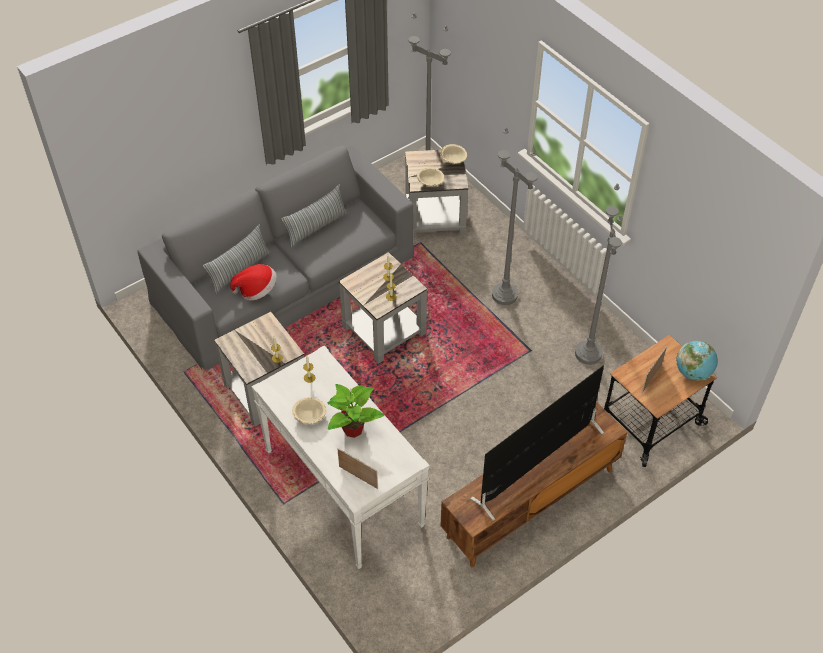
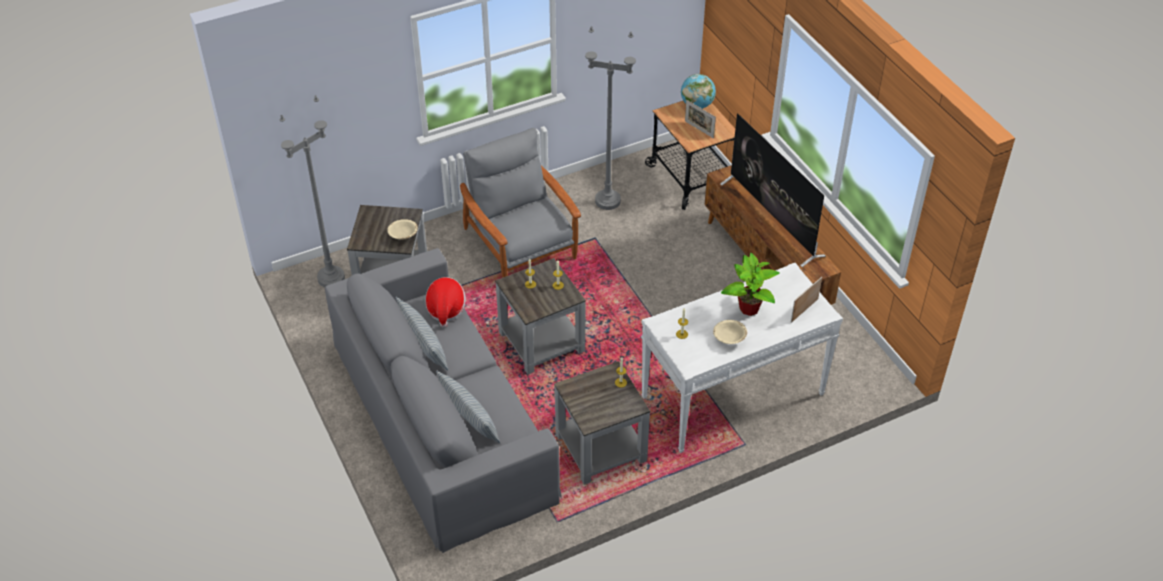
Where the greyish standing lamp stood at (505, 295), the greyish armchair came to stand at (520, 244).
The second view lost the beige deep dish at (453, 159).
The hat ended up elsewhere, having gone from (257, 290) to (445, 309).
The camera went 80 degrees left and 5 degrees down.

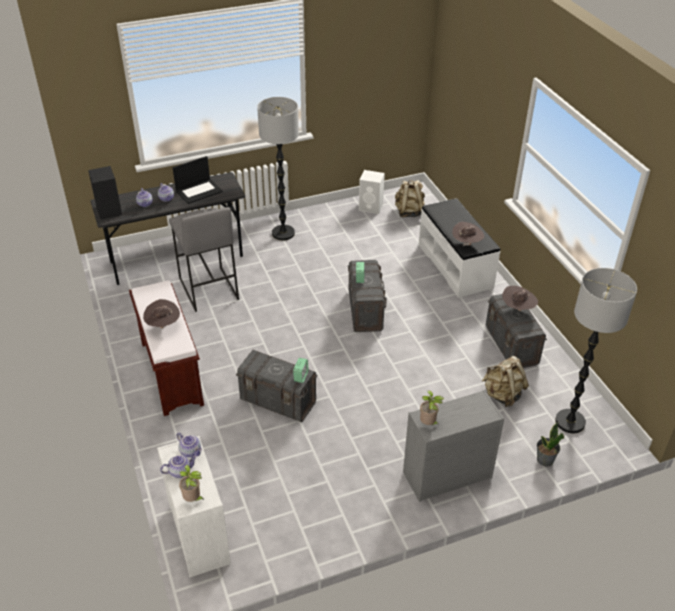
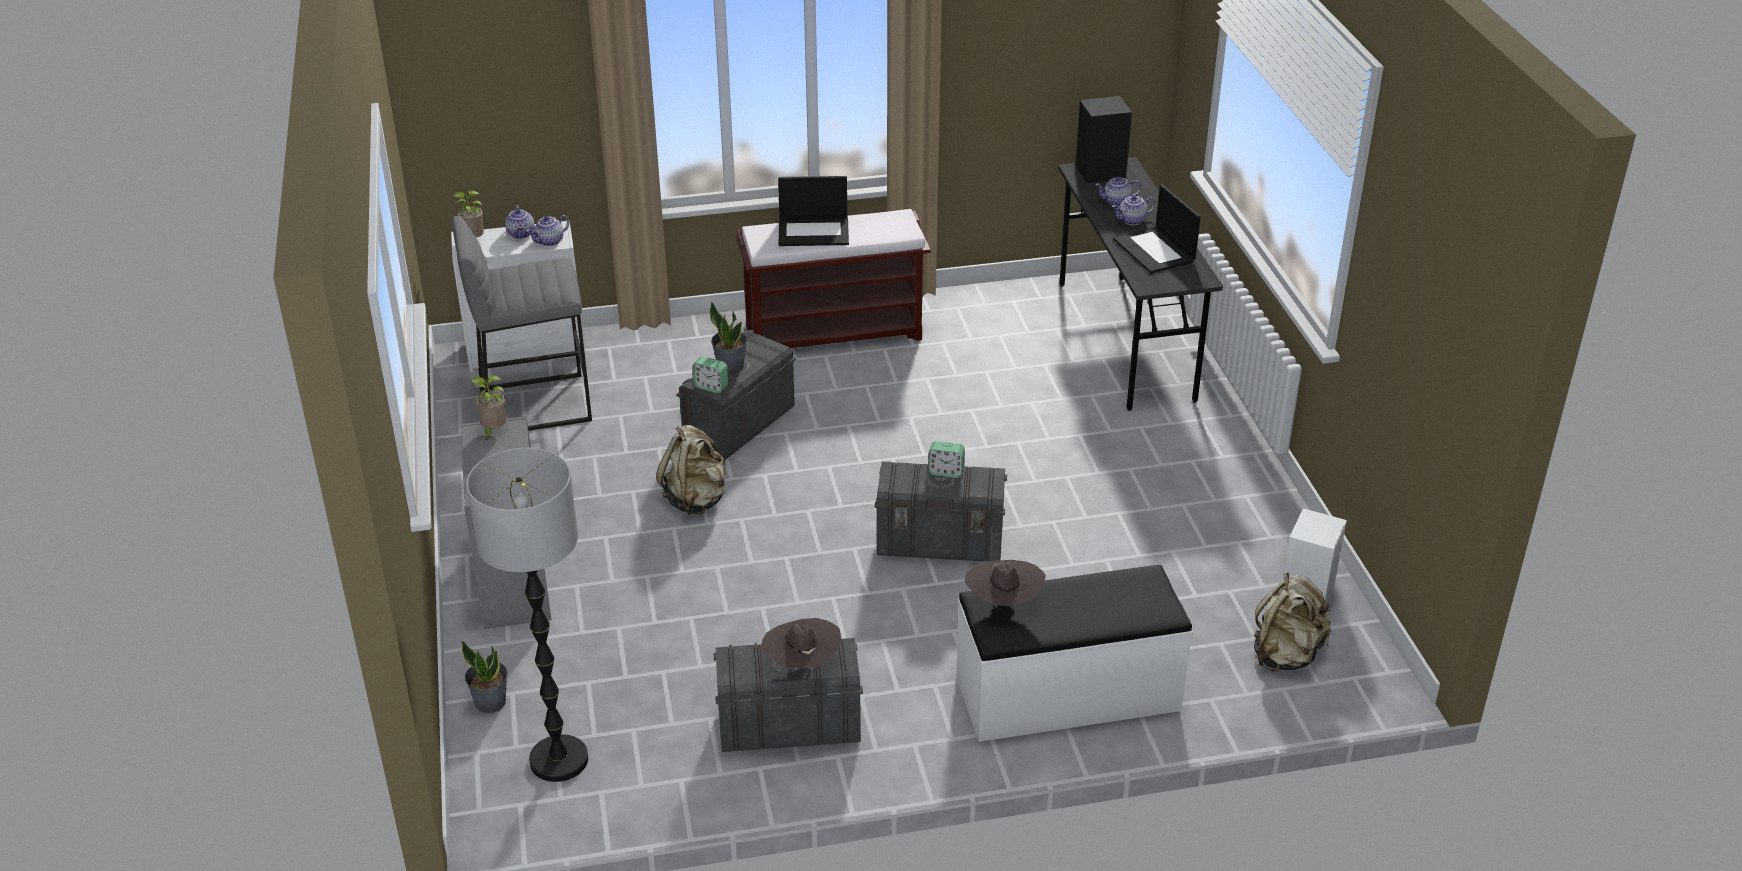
The second view lost the standing lamp at (283, 233).
The greyish stool seat ended up elsewhere, having gone from (208, 289) to (535, 404).
Where the brown hat stood at (163, 325), the portable computer came to stand at (814, 232).
The beige knapsack ended up elsewhere, having gone from (502, 395) to (696, 499).
The second view gained the potted plant at (730, 367).
The camera went 100 degrees right and 5 degrees down.

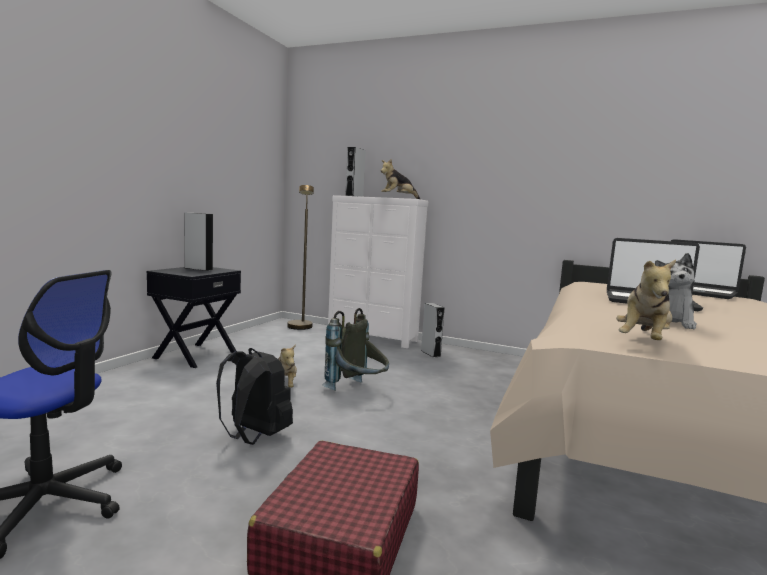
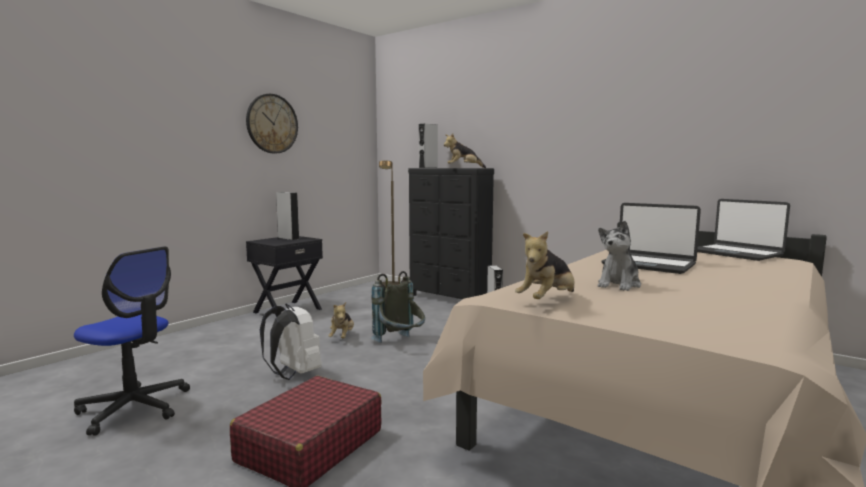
What was the white dresser at (372, 338) turned into the black-coloured dresser at (449, 298).
What was the black-coloured knapsack at (254, 436) turned into the white knapsack at (294, 374).
The second view gained the hanging clock at (272, 124).
The camera went 15 degrees right and 0 degrees up.

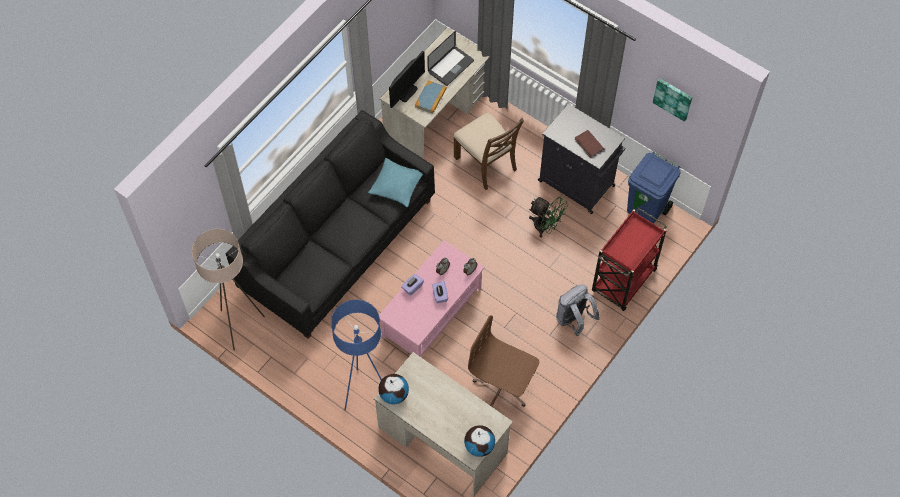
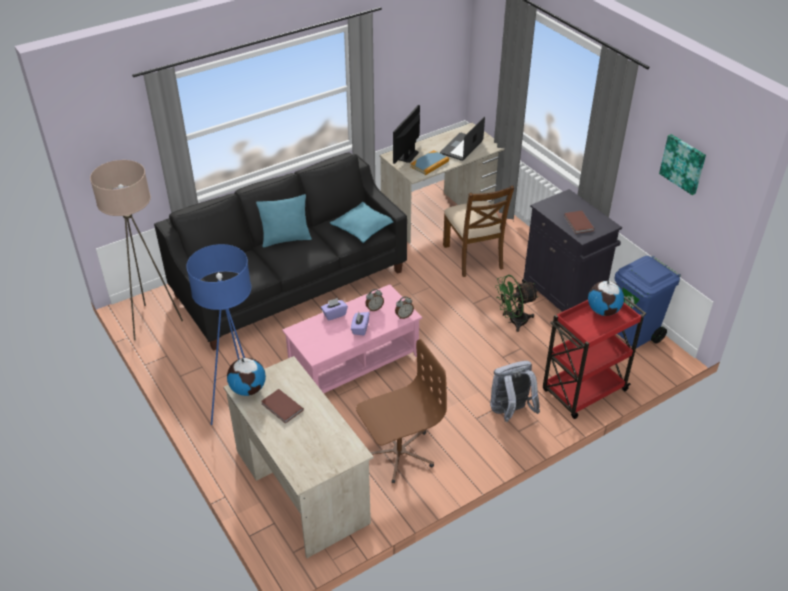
The portable computer at (450, 66) ended up facing another way, 150 degrees clockwise from before.
The computer screen at (406, 92) ended up facing another way, 150 degrees clockwise from before.
The greenish cooling fan at (545, 227) ended up facing another way, 105 degrees clockwise from before.
The brown computer chair at (502, 386) ended up facing another way, 105 degrees clockwise from before.
The world globe ended up elsewhere, having gone from (479, 446) to (603, 311).
The second view gained the turquoise-coloured cushion at (286, 239).
The second view gained the brown bound book at (282, 408).
The camera went 20 degrees right and 20 degrees down.

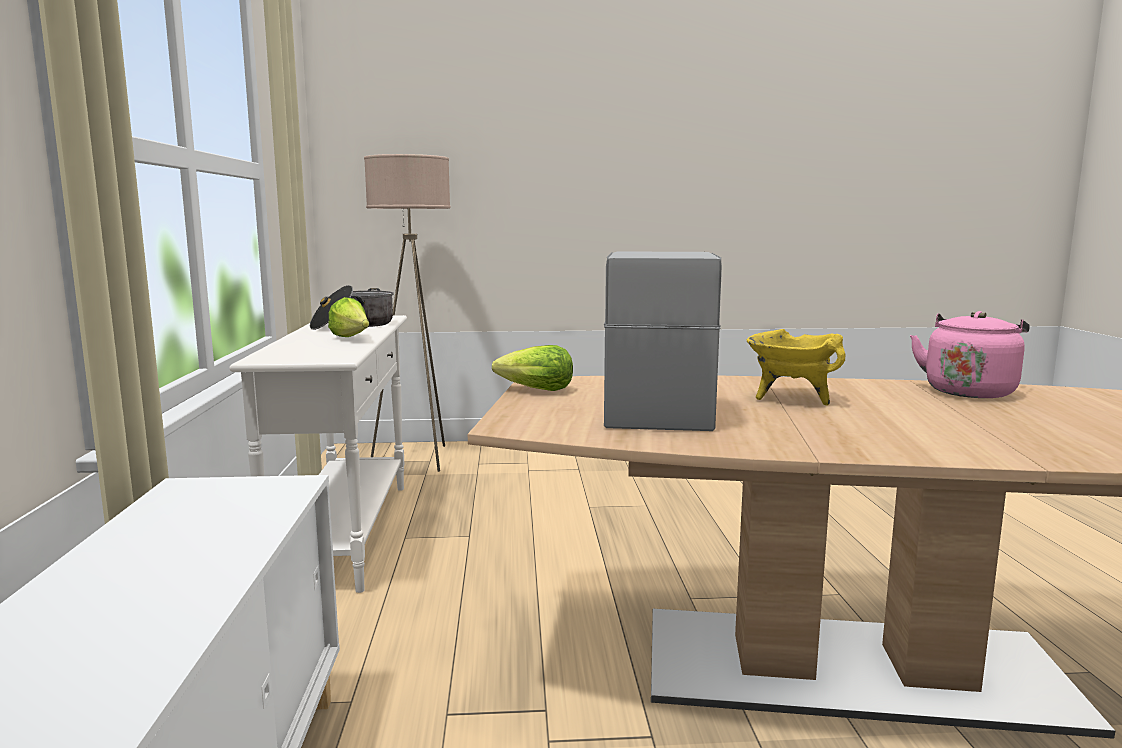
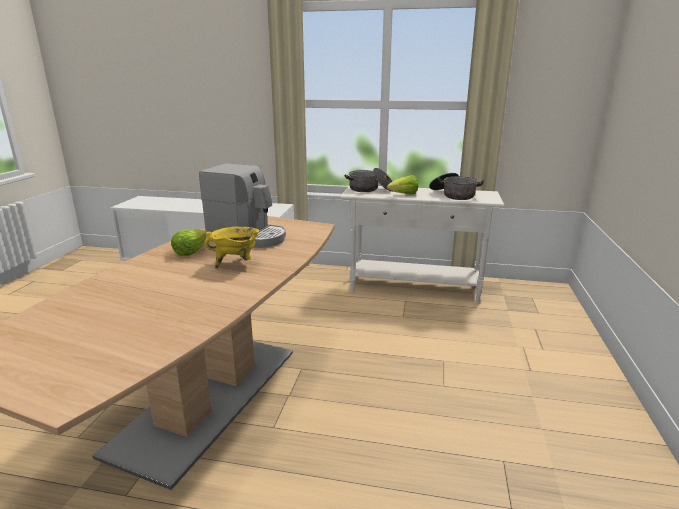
The second view lost the beige standing lamp at (418, 458).
The second view lost the pinkish tea kettle at (969, 391).
The lettuce ended up elsewhere, having gone from (535, 390) to (191, 252).
The second view gained the saucepot at (370, 189).
The camera went 105 degrees right and 10 degrees up.

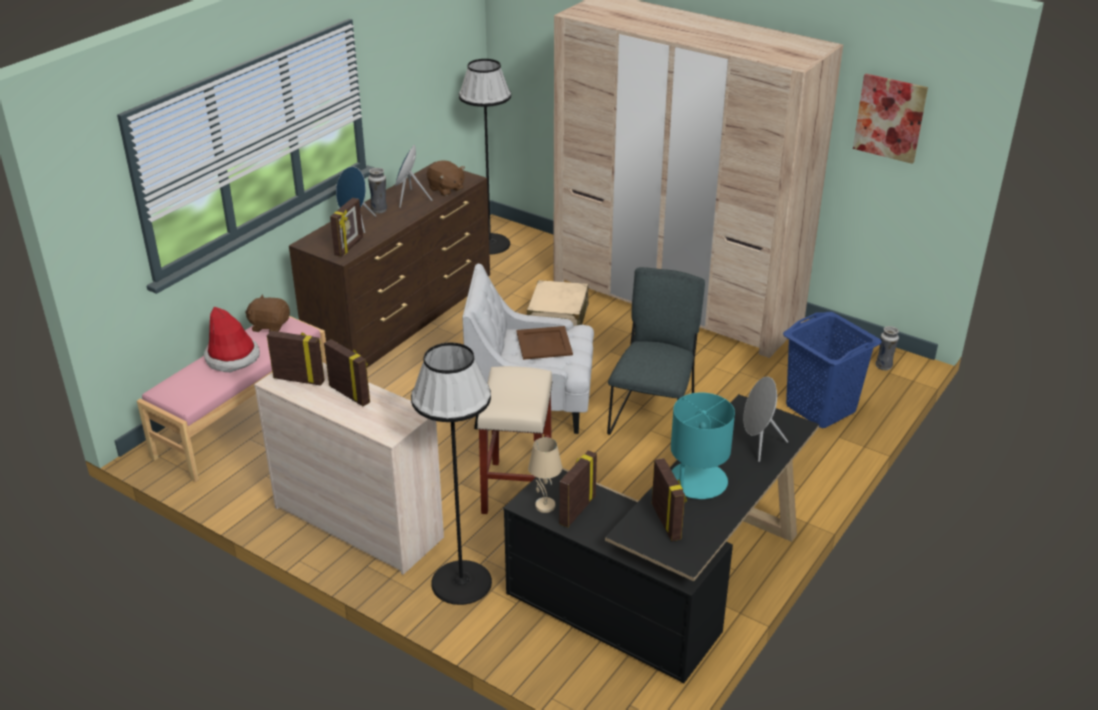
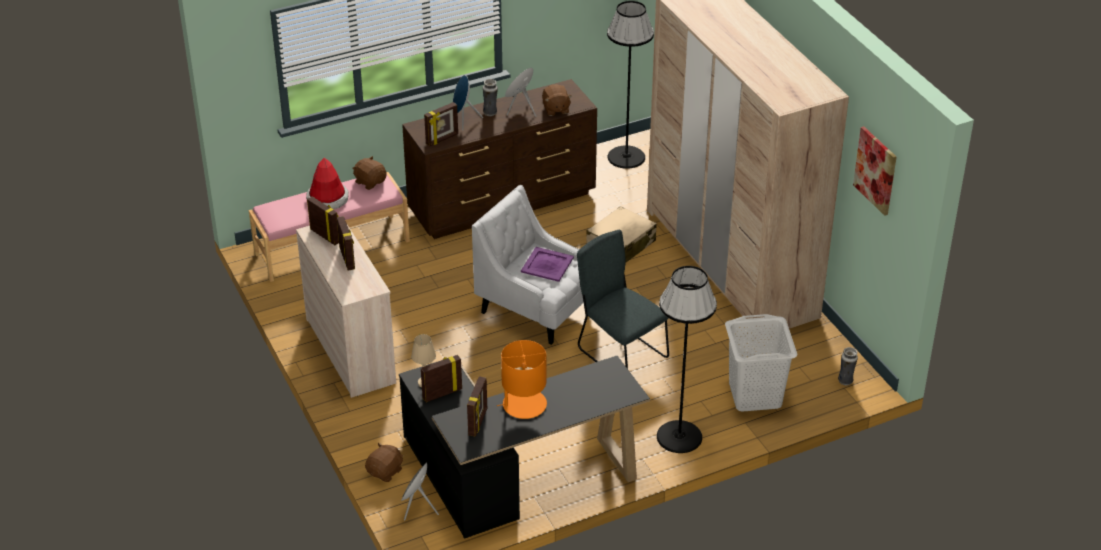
The greyish plain chair at (653, 415) ended up facing another way, 90 degrees counterclockwise from before.
What was the bluish laundry basket at (820, 408) turned into the white laundry basket at (755, 395).
What was the brown carrying tray at (544, 343) turned into the purplish carrying tray at (547, 264).
The black-coloured standing lamp ended up elsewhere, having gone from (462, 582) to (679, 437).
The second view lost the beige stool seat at (516, 488).
The greyish loudspeaker ended up elsewhere, having gone from (758, 444) to (418, 508).
What was the turquoise-coloured tabletop lamp at (697, 482) turned into the orange tabletop lamp at (524, 404).
The second view gained the brown soft toy at (385, 472).
The camera went 30 degrees right and 5 degrees up.

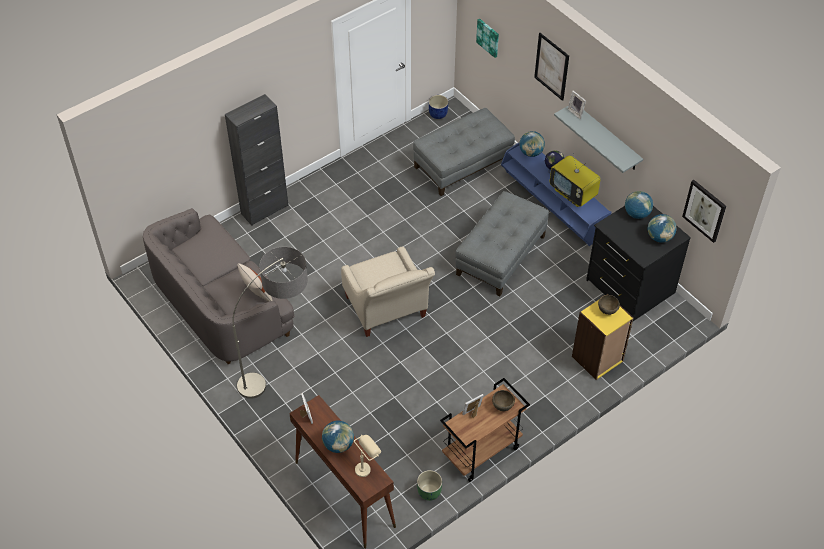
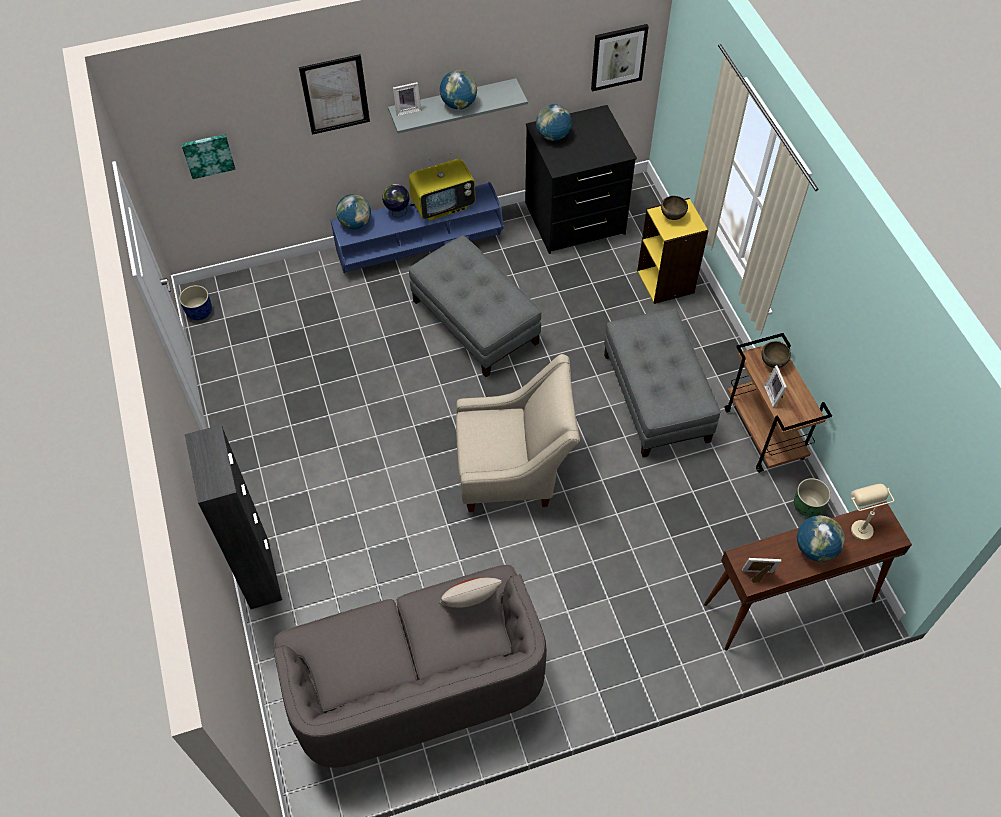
The greyish pouffe ended up elsewhere, having gone from (463, 164) to (657, 397).
The world globe ended up elsewhere, having gone from (659, 237) to (459, 104).
The second view lost the standing lamp at (281, 368).
The camera went 70 degrees left and 5 degrees up.

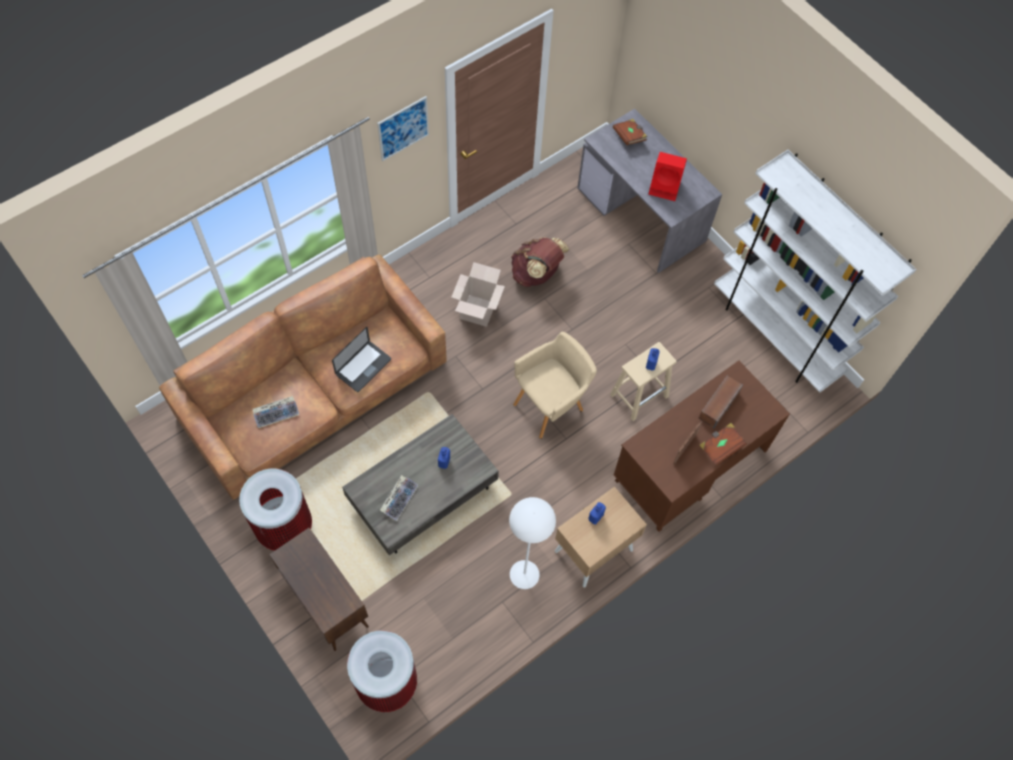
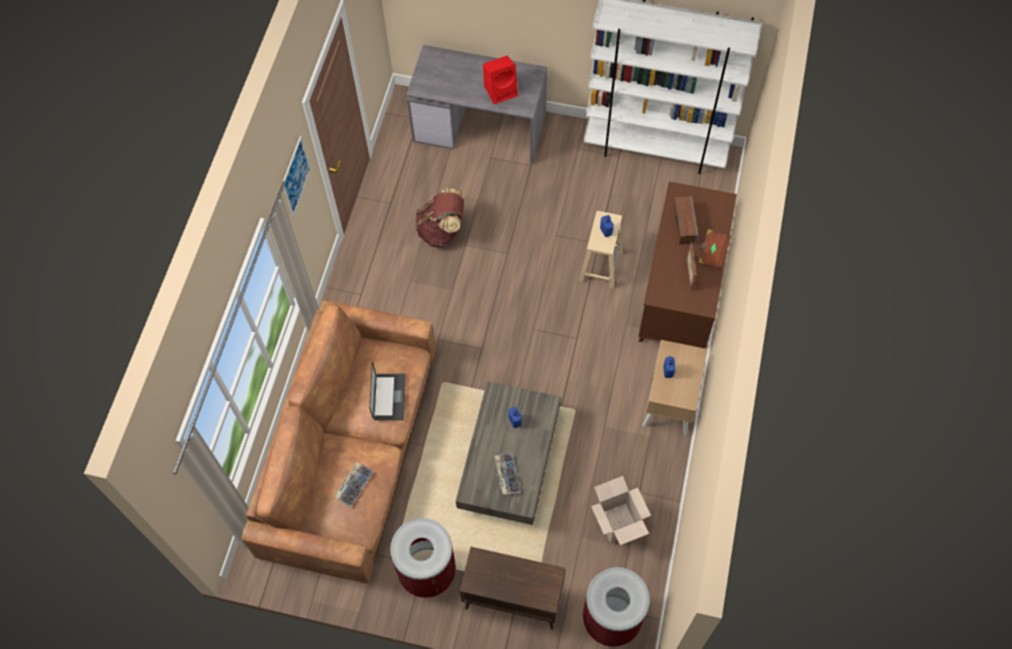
The second view lost the brown bound book at (629, 136).
The packing box ended up elsewhere, having gone from (478, 310) to (618, 523).
The second view lost the beige armchair at (551, 405).
The second view lost the white standing lamp at (524, 574).
The camera went 35 degrees left and 0 degrees up.

